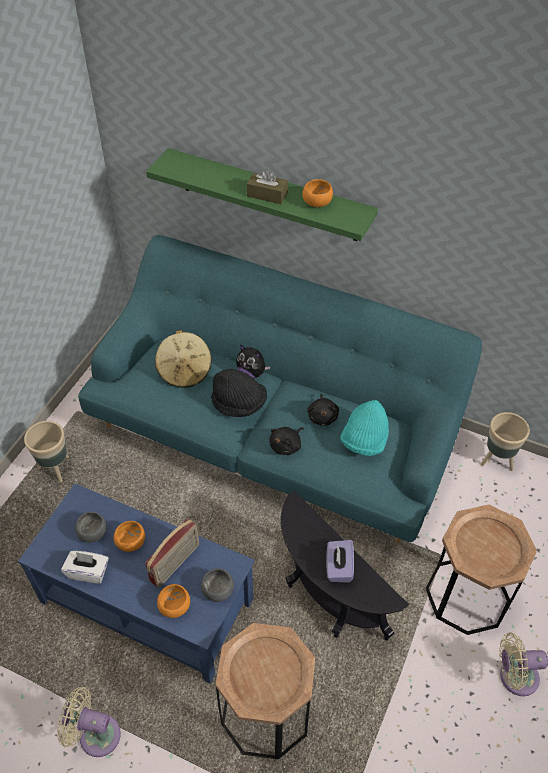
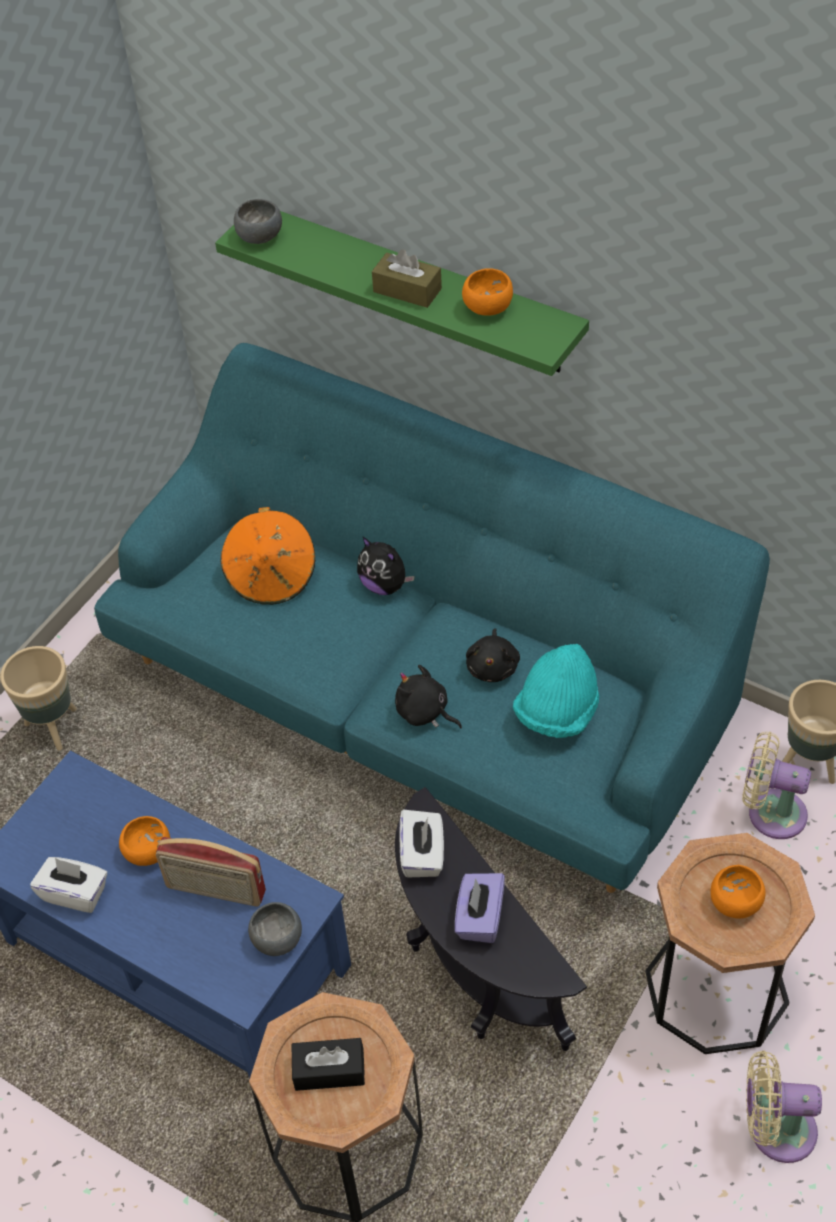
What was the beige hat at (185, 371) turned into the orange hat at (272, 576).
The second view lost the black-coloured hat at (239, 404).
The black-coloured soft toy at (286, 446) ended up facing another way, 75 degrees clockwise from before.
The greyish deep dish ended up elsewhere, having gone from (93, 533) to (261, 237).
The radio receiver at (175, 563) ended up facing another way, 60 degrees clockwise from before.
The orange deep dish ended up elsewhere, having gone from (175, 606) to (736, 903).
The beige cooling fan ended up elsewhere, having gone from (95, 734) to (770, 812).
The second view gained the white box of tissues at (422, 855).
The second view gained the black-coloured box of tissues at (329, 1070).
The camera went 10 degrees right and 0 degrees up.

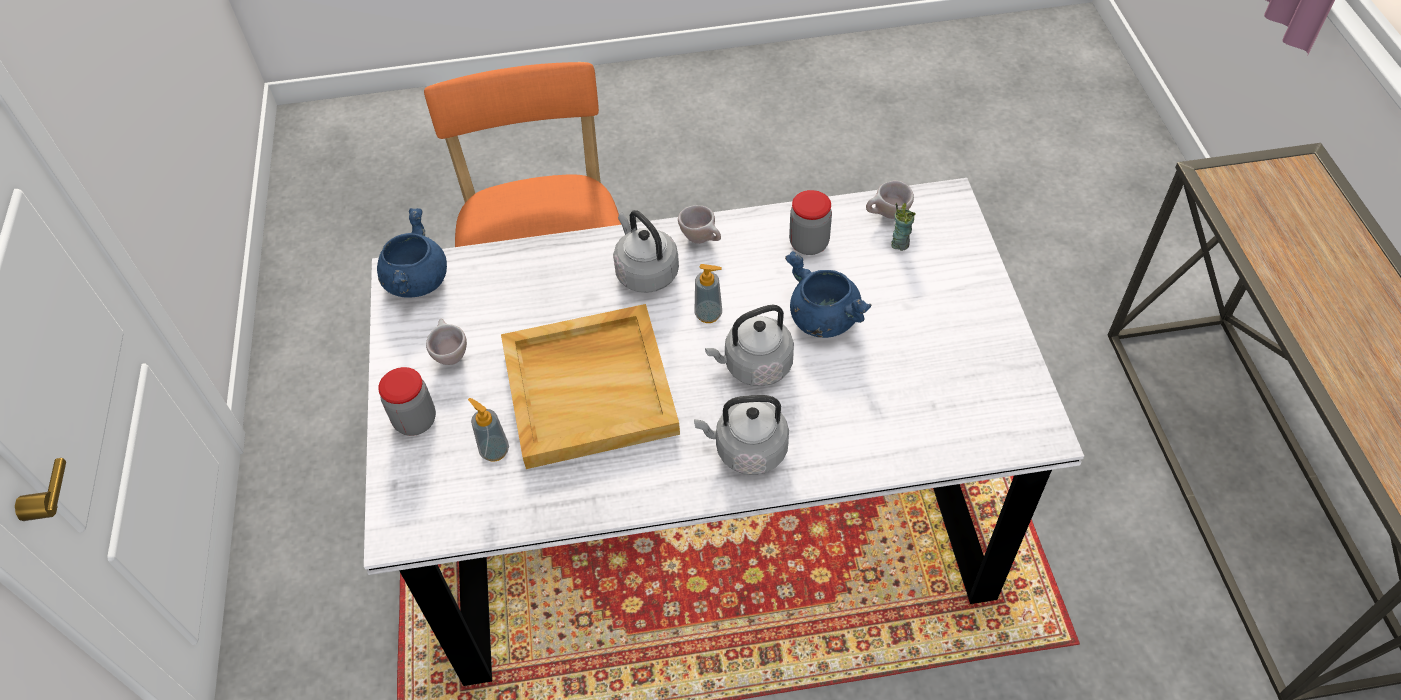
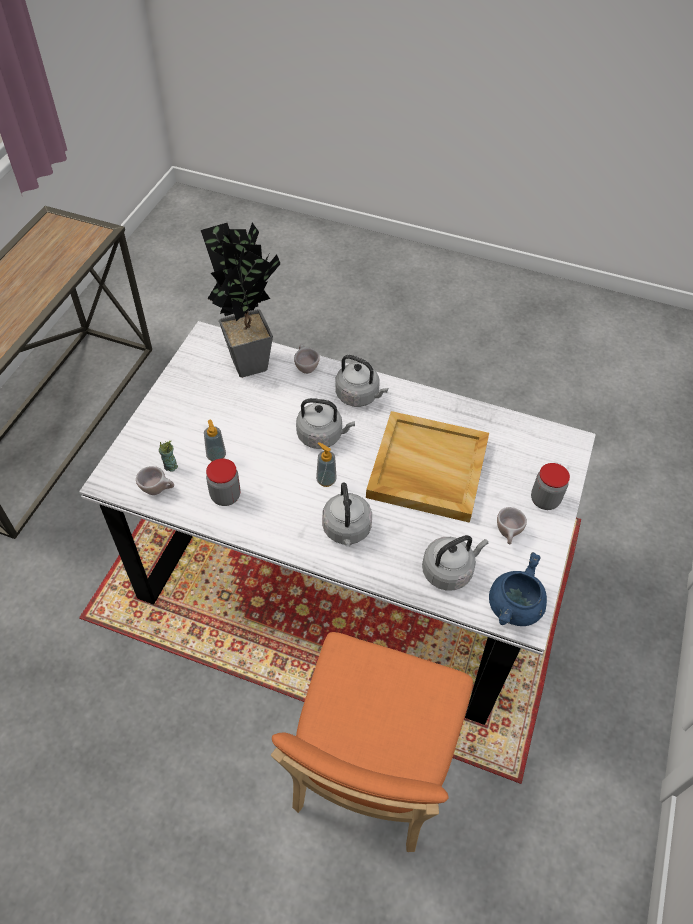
The beige cup ended up elsewhere, having gone from (702, 239) to (305, 367).
The second view lost the bluish saucepot at (822, 318).
The soap bottle ended up elsewhere, having gone from (494, 451) to (216, 456).
The second view gained the potted plant at (251, 358).
The second view gained the greyish tea kettle at (449, 570).
The camera went 155 degrees left and 0 degrees up.

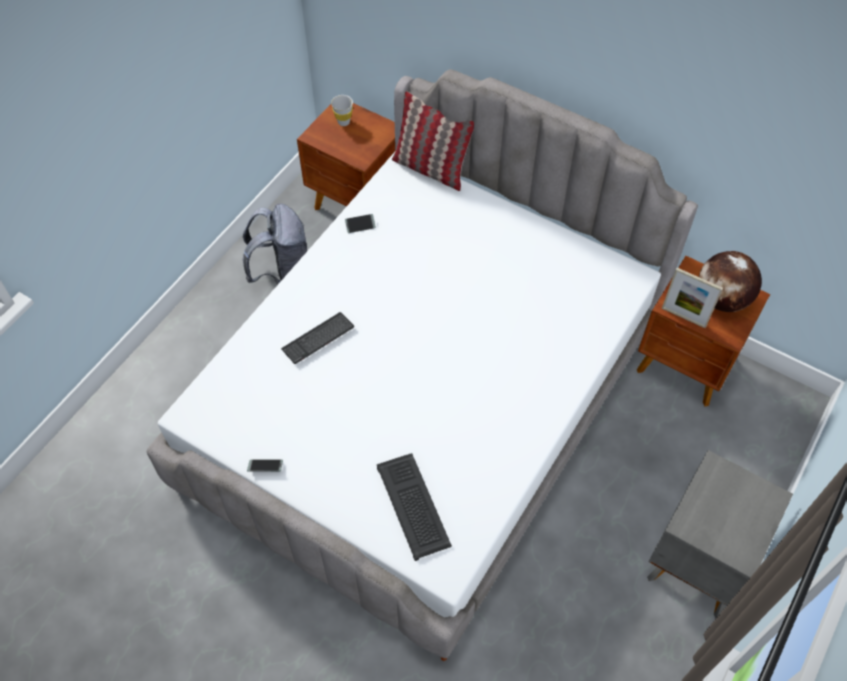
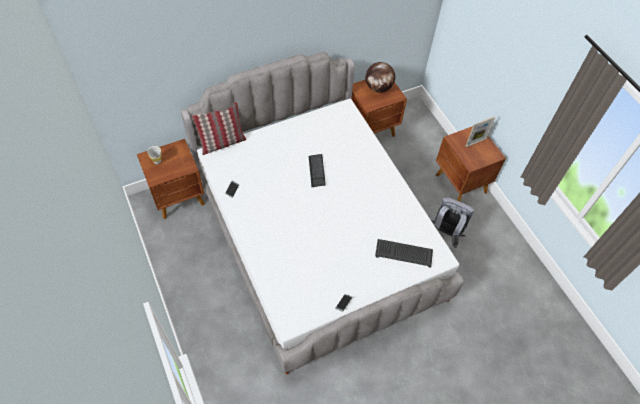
The greyish knapsack ended up elsewhere, having gone from (282, 274) to (445, 233).
The photo frame ended up elsewhere, having gone from (683, 317) to (475, 142).
The PC keyboard ended up elsewhere, having gone from (318, 339) to (316, 171).
What was the greyish nightstand at (697, 564) turned into the brown nightstand at (460, 184).
The camera went 60 degrees left and 0 degrees up.

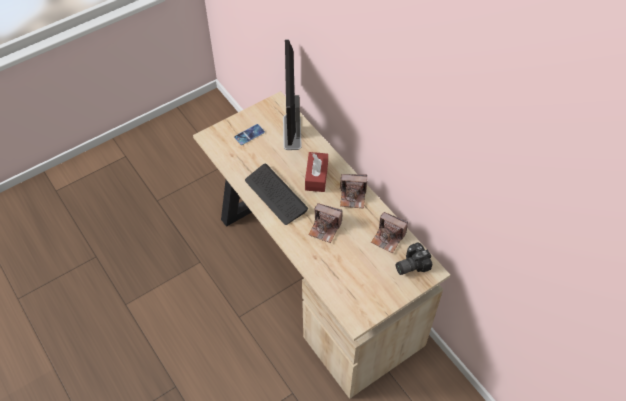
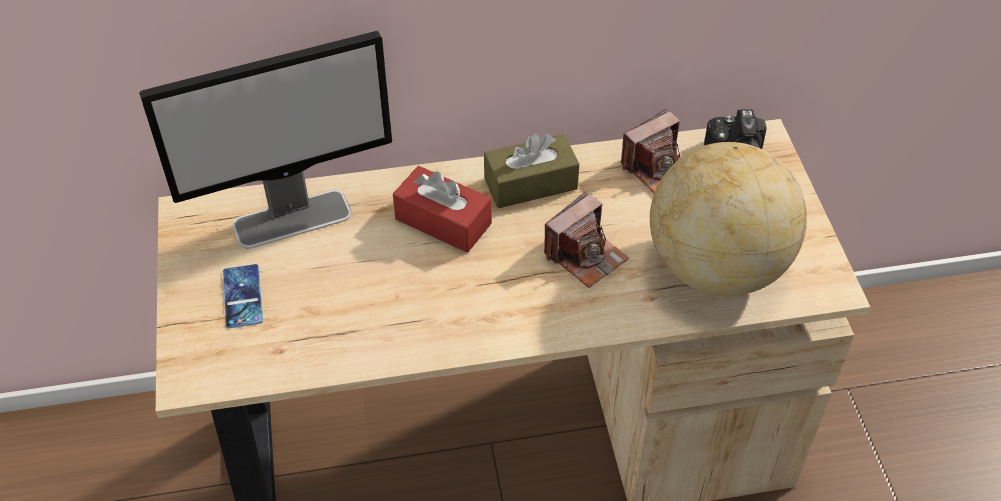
The computer screen at (292, 132) ended up facing another way, 45 degrees counterclockwise from before.
The second view lost the PC keyboard at (275, 195).
Where the still camera stood at (353, 196), the brown box of tissues came to stand at (530, 183).
The second view gained the world globe at (715, 267).
The camera went 65 degrees left and 5 degrees down.

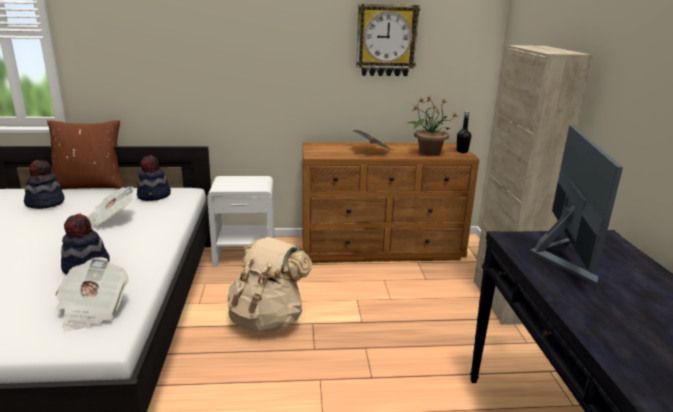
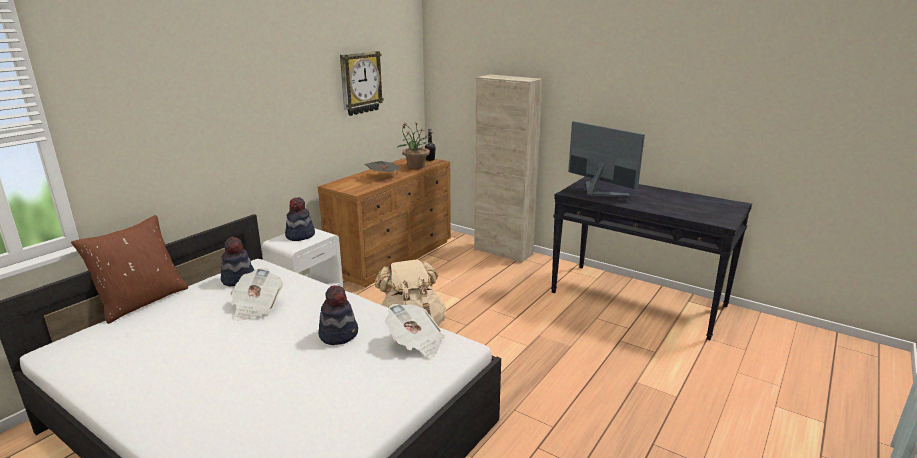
The hat ended up elsewhere, having gone from (45, 203) to (300, 235).
The camera went 50 degrees left and 0 degrees up.

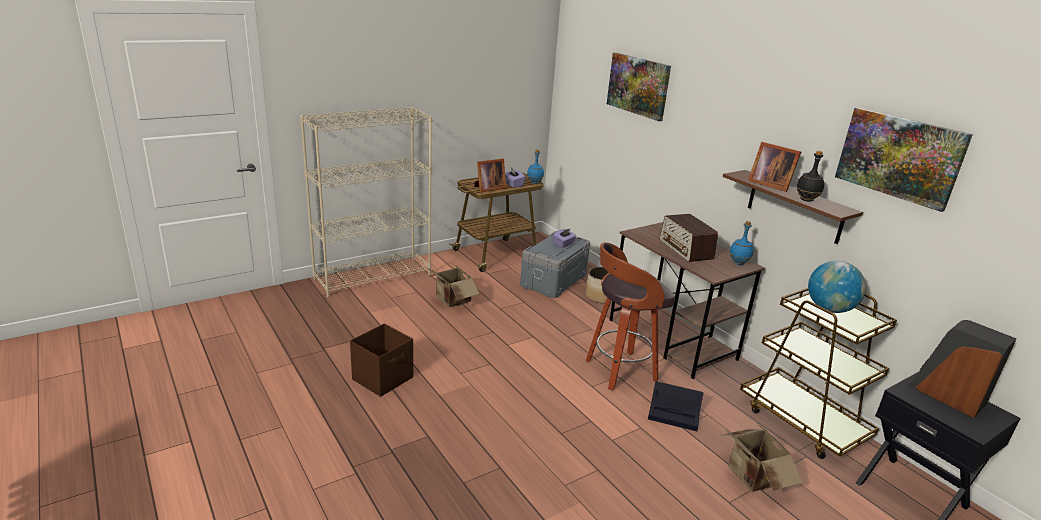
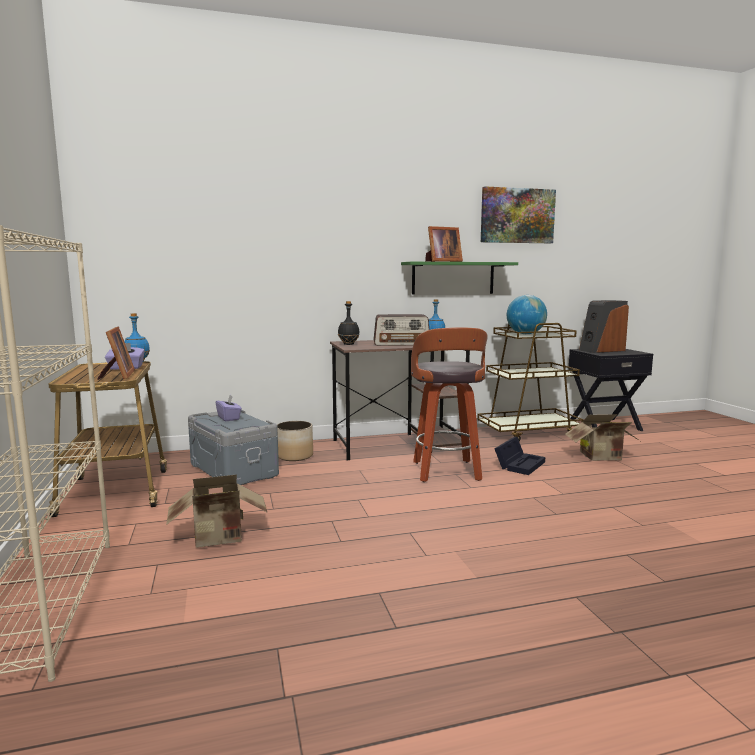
The second view lost the wall picture at (638, 85).
The black-coloured beverage bottle ended up elsewhere, having gone from (806, 200) to (348, 344).
What was the brown shelf at (795, 207) turned into the greenish shelf at (453, 278).
The second view lost the brown storage box at (383, 378).
The camera went 70 degrees left and 15 degrees down.

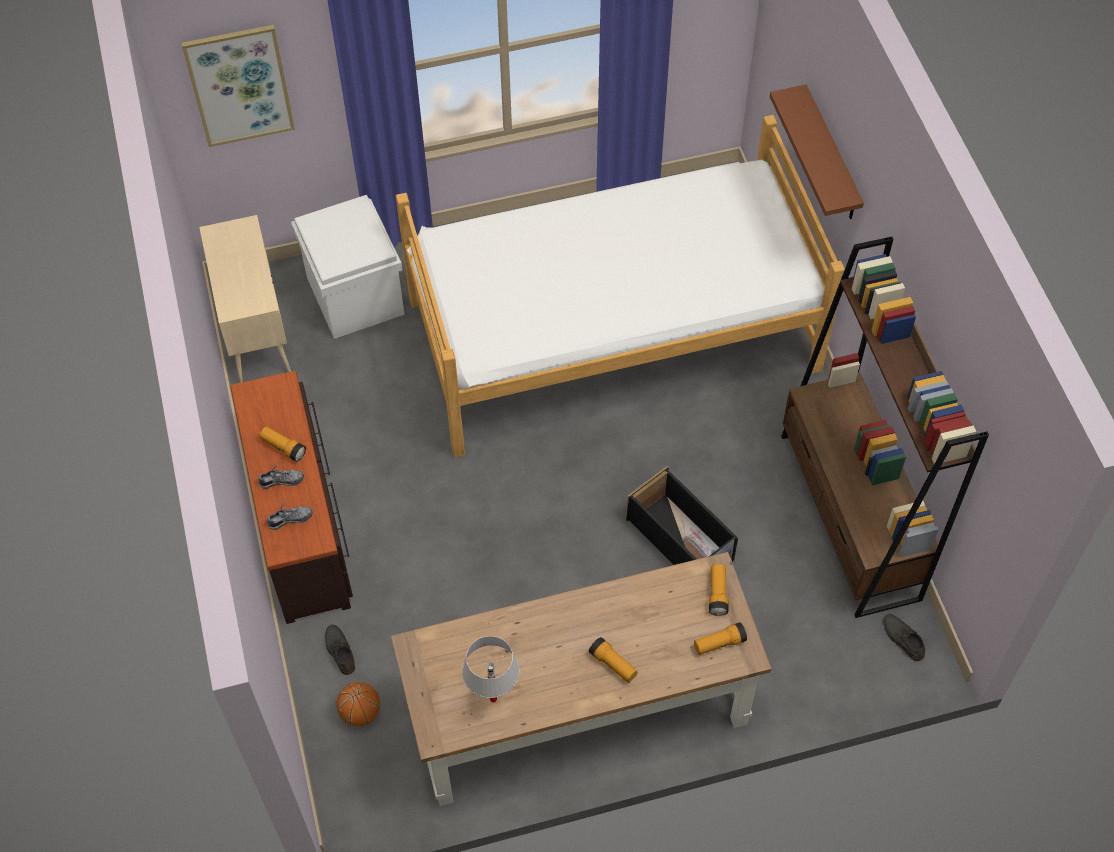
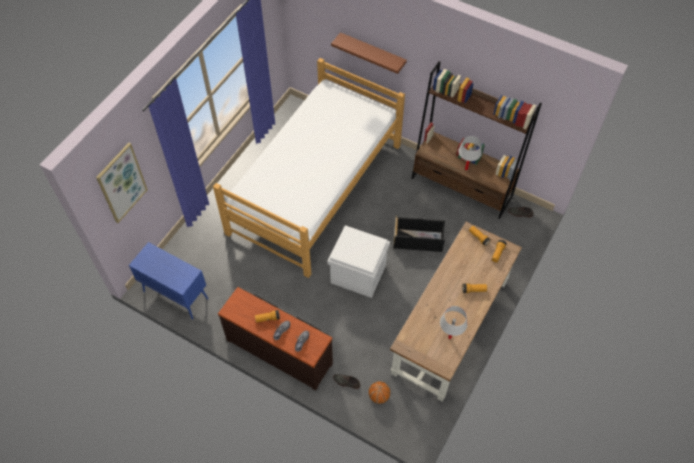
The white storage box ended up elsewhere, having gone from (354, 295) to (357, 274).
What was the beige cabinet at (255, 331) turned into the bluish cabinet at (175, 295).
The second view gained the white tabletop lamp at (466, 169).
The camera went 45 degrees left and 0 degrees up.

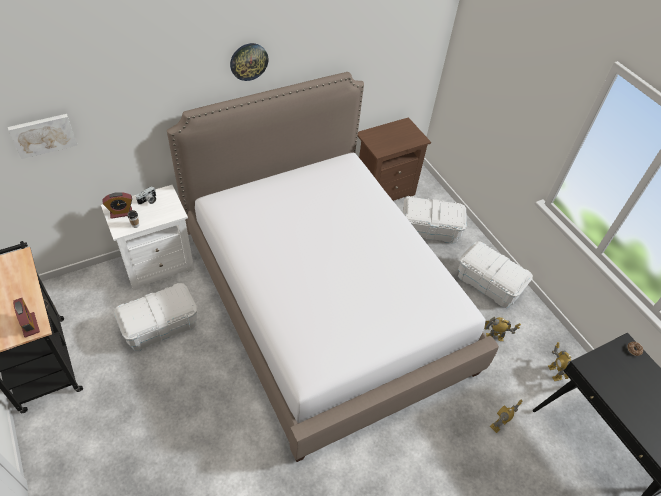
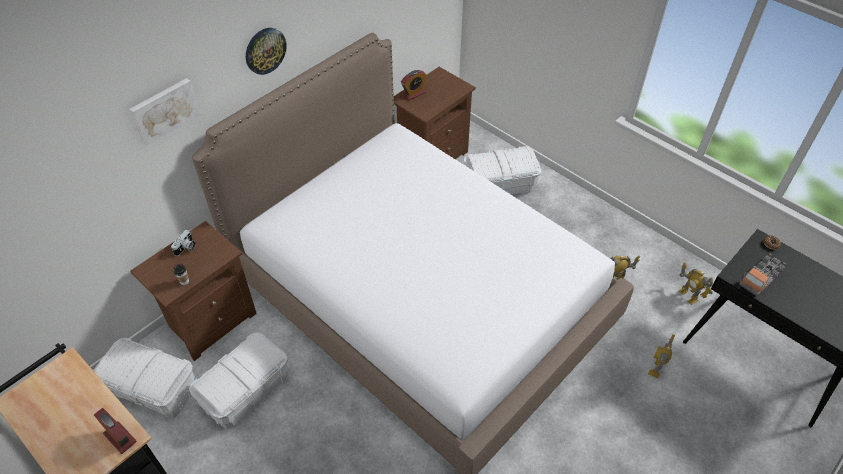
The wall picture ended up elsewhere, having gone from (43, 134) to (164, 110).
What was the white nightstand at (158, 264) turned into the brown nightstand at (211, 321).
The table clock ended up elsewhere, having gone from (121, 213) to (413, 94).
The white storage box ended up elsewhere, having gone from (488, 284) to (152, 389).
The second view gained the toy lorry at (760, 278).
The camera went 15 degrees left and 0 degrees up.

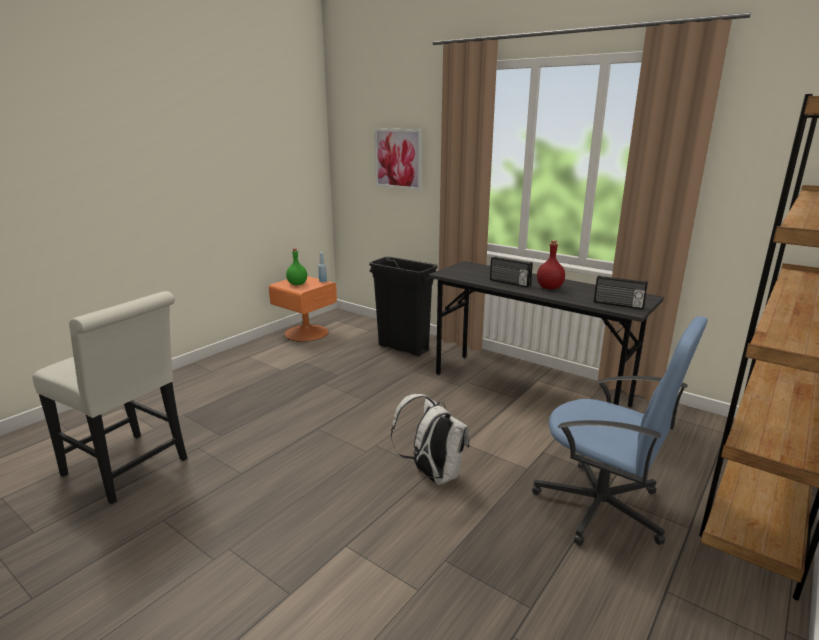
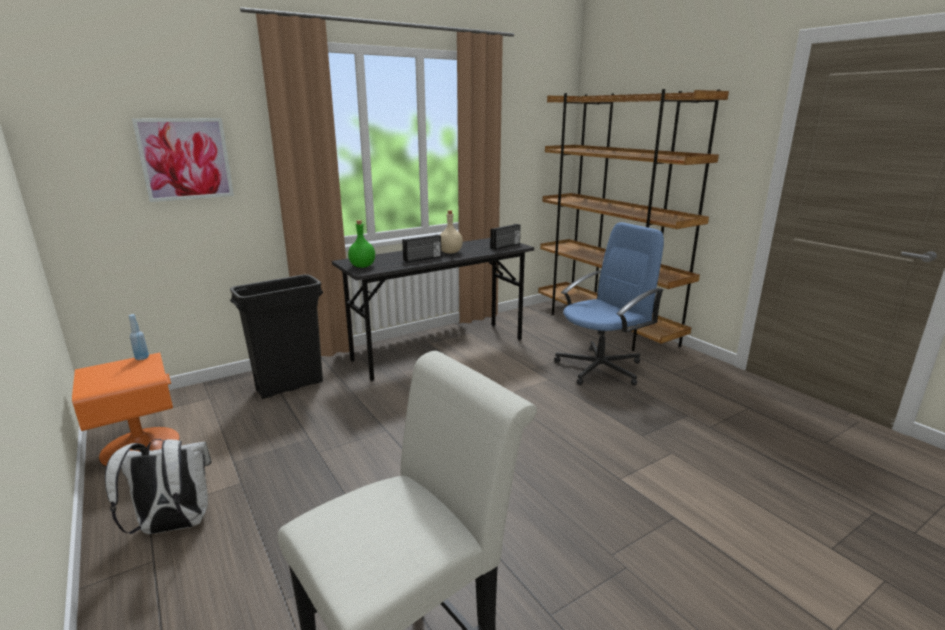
What was the reddish beverage bottle at (549, 288) turned into the beige beverage bottle at (450, 252).
The greenish beverage bottle ended up elsewhere, having gone from (297, 284) to (362, 266).
The white knapsack ended up elsewhere, having gone from (432, 474) to (173, 526).
The camera went 70 degrees left and 0 degrees up.

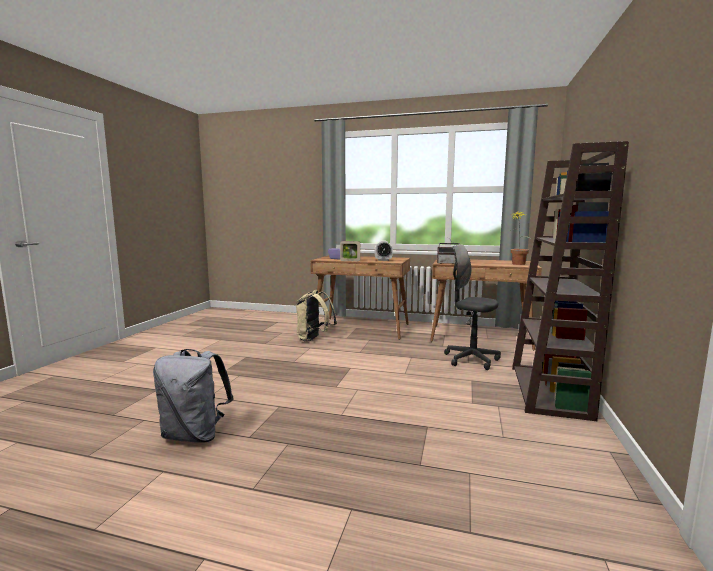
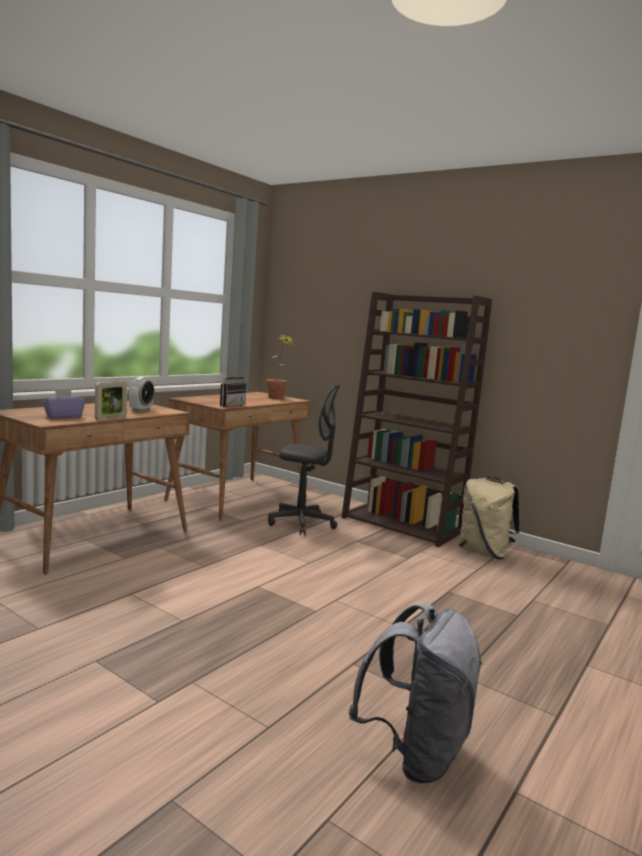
The greyish computer chair at (471, 360) ended up facing another way, 135 degrees counterclockwise from before.
The beige knapsack ended up elsewhere, having gone from (314, 339) to (484, 553).
The camera went 70 degrees left and 0 degrees up.

